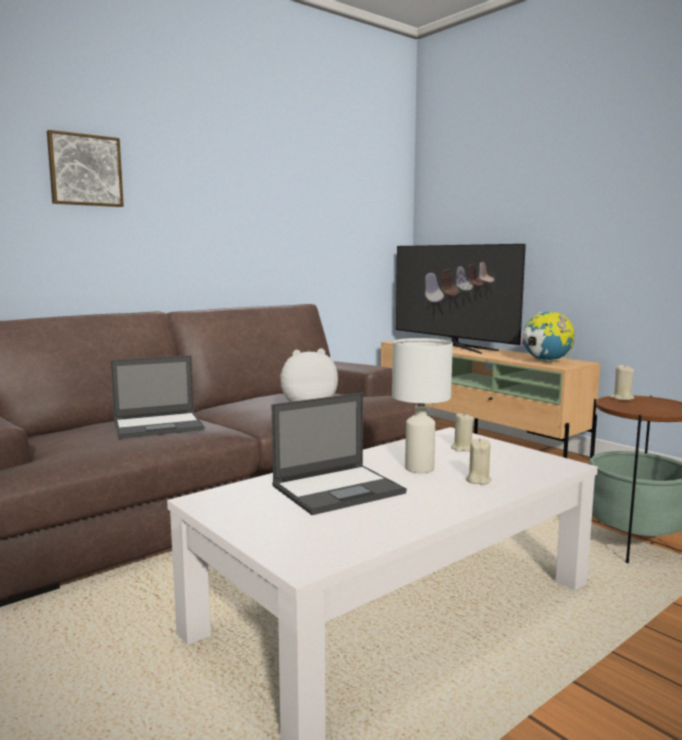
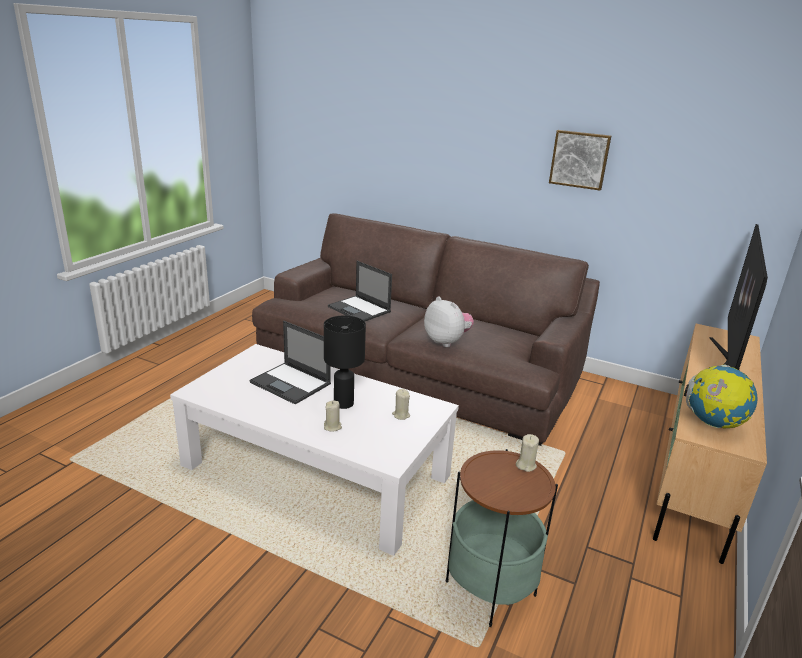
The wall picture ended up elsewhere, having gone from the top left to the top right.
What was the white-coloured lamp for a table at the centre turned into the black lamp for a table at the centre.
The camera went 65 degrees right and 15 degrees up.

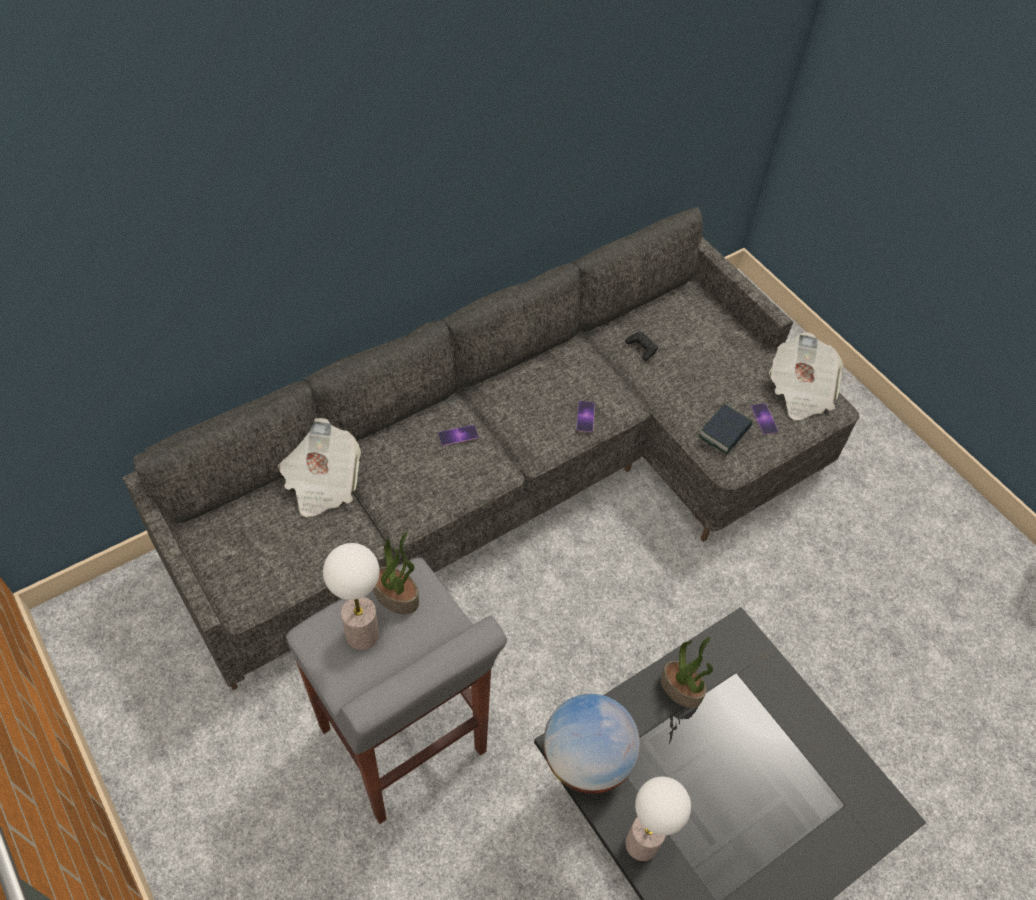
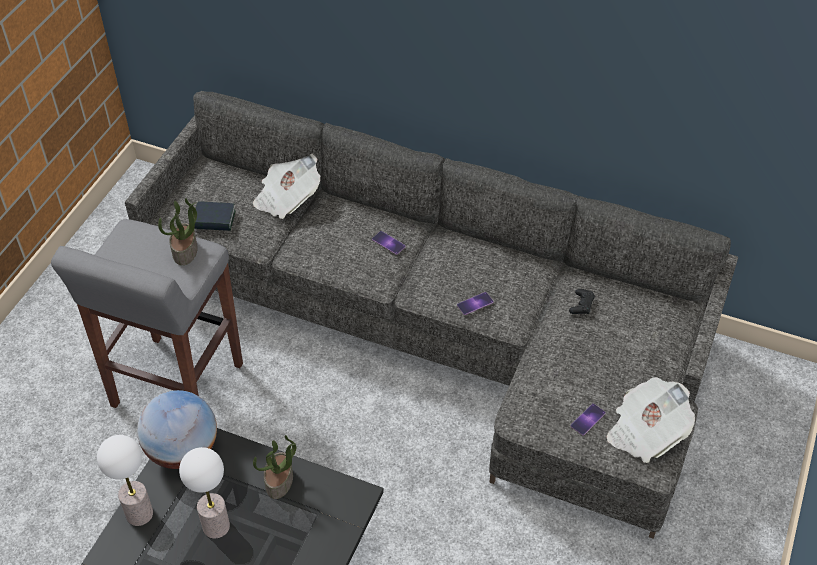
The lamp for a table (1st from left in the first image) ended up elsewhere, having gone from the centre to the bottom left.
The volume ended up elsewhere, having gone from the middle right to the middle left.
The camera went 60 degrees right and 5 degrees down.

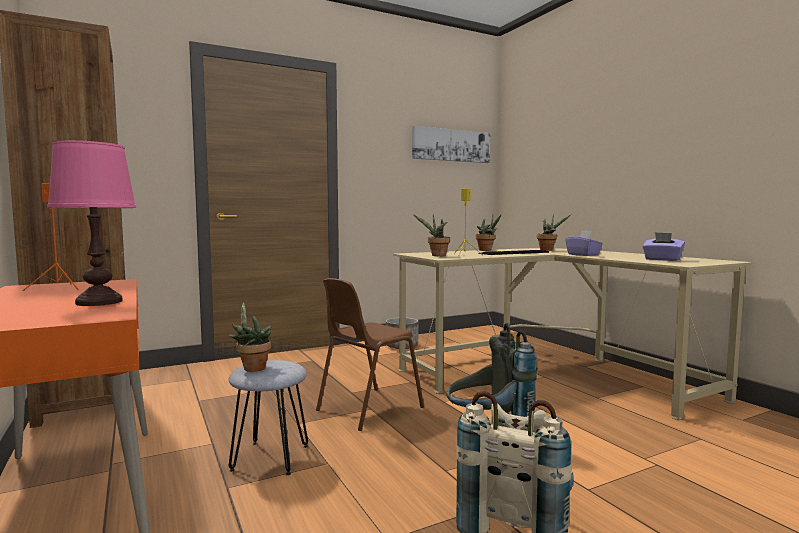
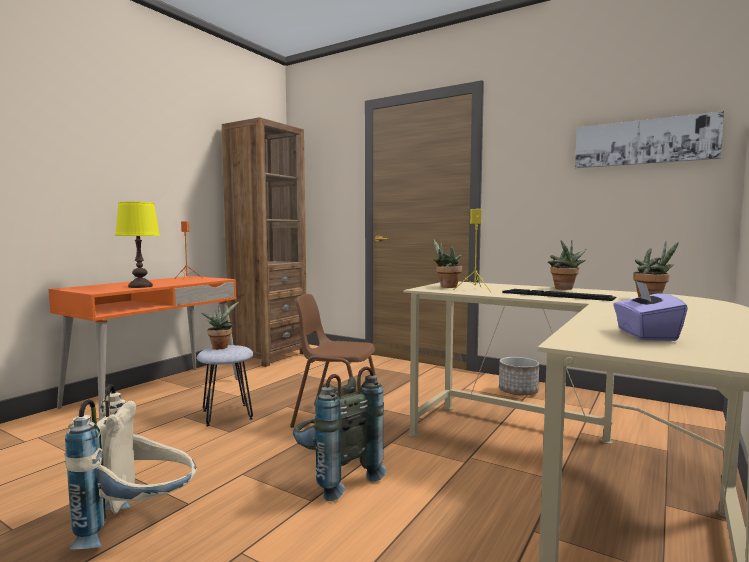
What was the pinkish lamp for a table at the middle left turned into the yellow lamp for a table at the middle left.
The second view lost the purple tissue box (1st from left) at the middle right.
The camera went 60 degrees right and 0 degrees up.

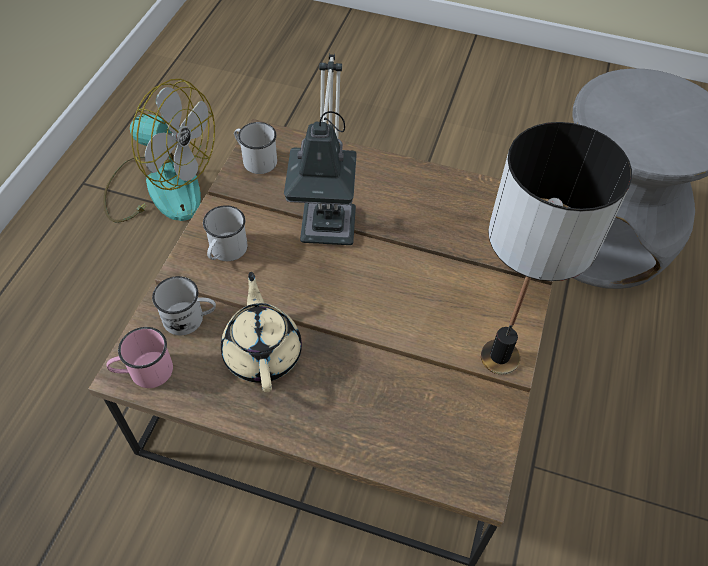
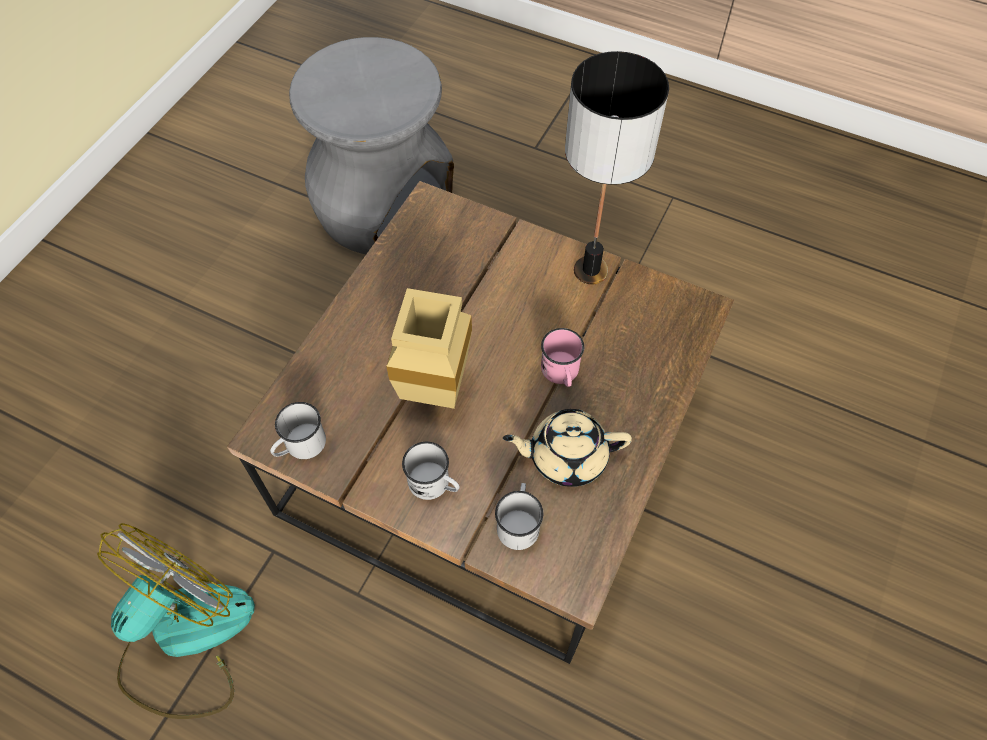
The pinkish tea mug ended up elsewhere, having gone from the middle left to the centre.
Where the lamp for a table (1st from left) stood at the top centre, the sand-coloured decorative vase came to stand at the centre.
The camera went 80 degrees left and 5 degrees up.

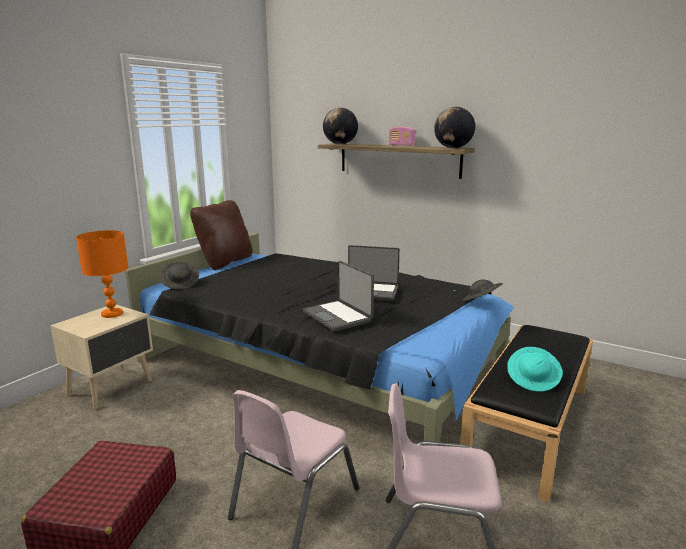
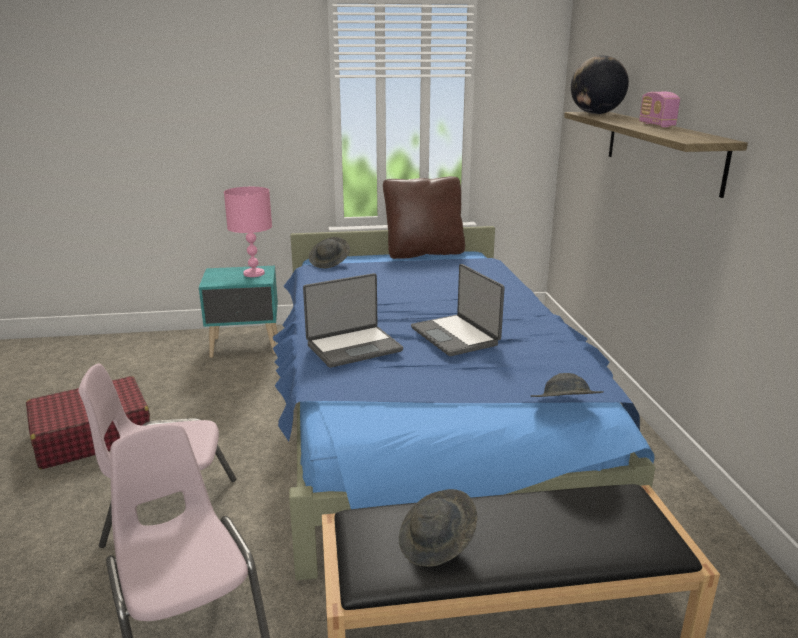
What was the sand-coloured nightstand at the middle left turned into the blue-green nightstand at the middle left.
What was the orange lamp for a table at the middle left turned into the pinkish lamp for a table at the middle left.
What was the black sleeping bed at the centre turned into the blue sleeping bed at the centre.
The notebook computer (1st from left) at the centre ended up facing another way, 135 degrees counterclockwise from before.
The second view lost the desk globe (2nd from left) at the top centre.
What was the blue-green clothing hat at the bottom right turned into the gray clothing hat (2nd from left) at the bottom centre.
The camera went 50 degrees right and 5 degrees up.

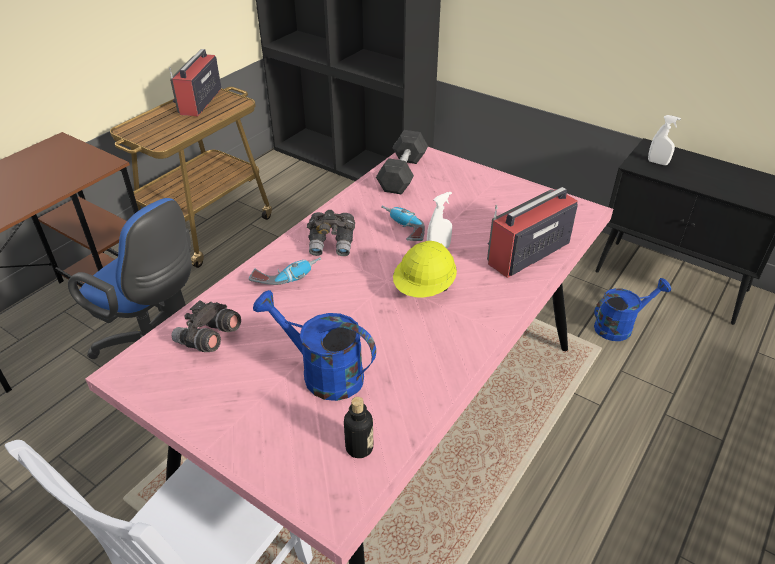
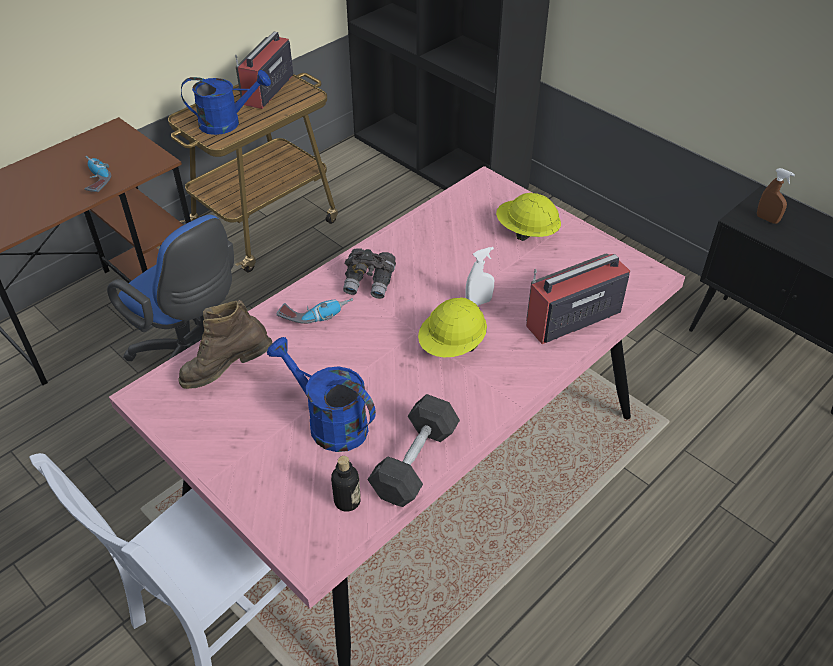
Where the gray pair of binoculars (1st from left) stood at the middle left, the brownish boot came to stand at the middle left.
The gray dumbbell ended up elsewhere, having gone from the top centre to the bottom centre.
The power drill (2nd from left in the first image) ended up elsewhere, having gone from the centre to the top left.
The blue watering can (2nd from left in the first image) ended up elsewhere, having gone from the middle right to the top left.
What was the white-coloured hand sprayer (2nd from left) at the top right turned into the brownish hand sprayer at the top right.
The second view gained the yellow work helmet (2nd from left) at the top centre.
The camera went 10 degrees right and 5 degrees up.

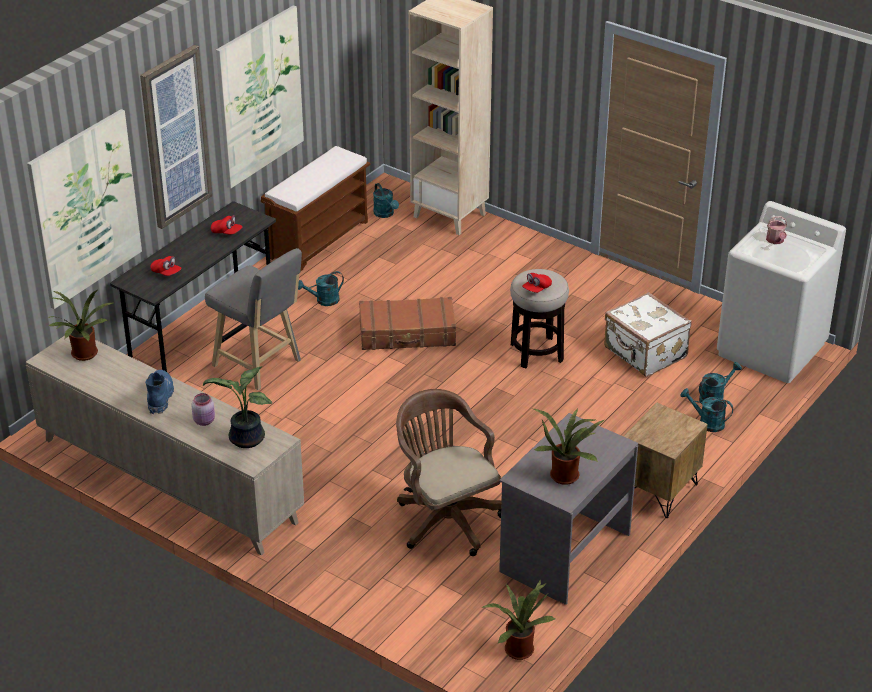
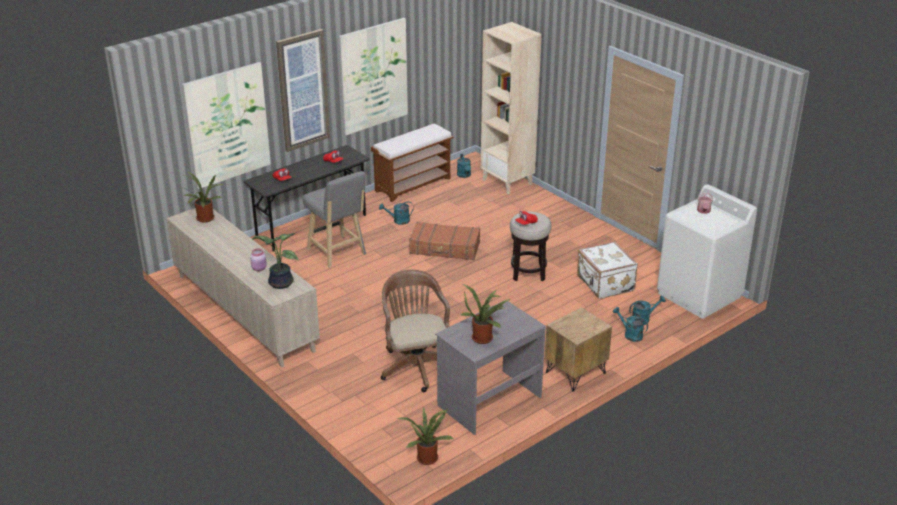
The second view lost the blue boot at the middle left.
The camera went 15 degrees right and 5 degrees down.

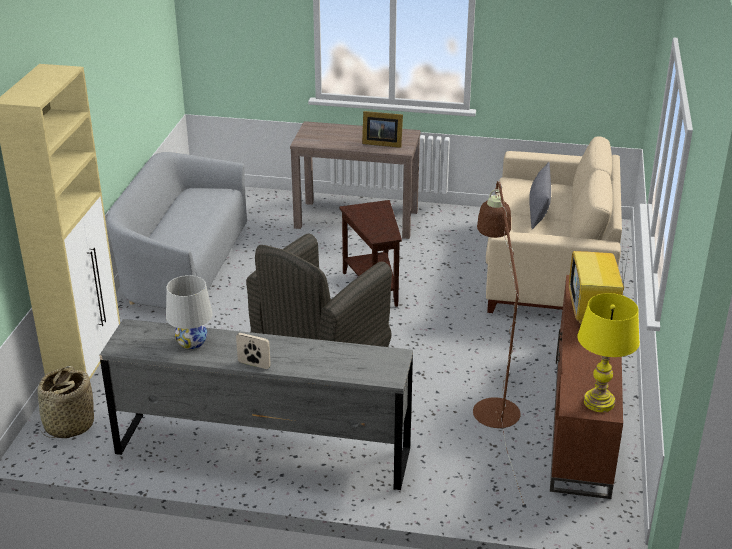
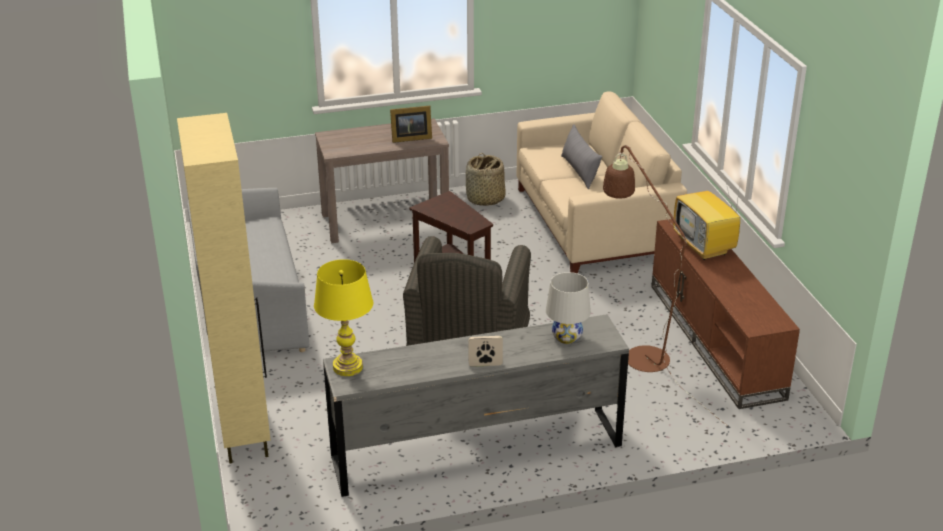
The household basket ended up elsewhere, having gone from the bottom left to the centre.
The white-coloured lamp for a table ended up elsewhere, having gone from the middle left to the centre.
The yellow lamp for a table ended up elsewhere, having gone from the middle right to the centre.
The camera went 25 degrees left and 0 degrees up.

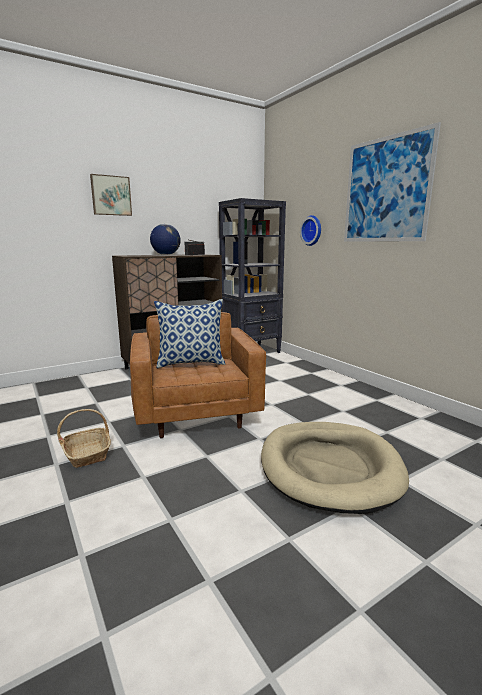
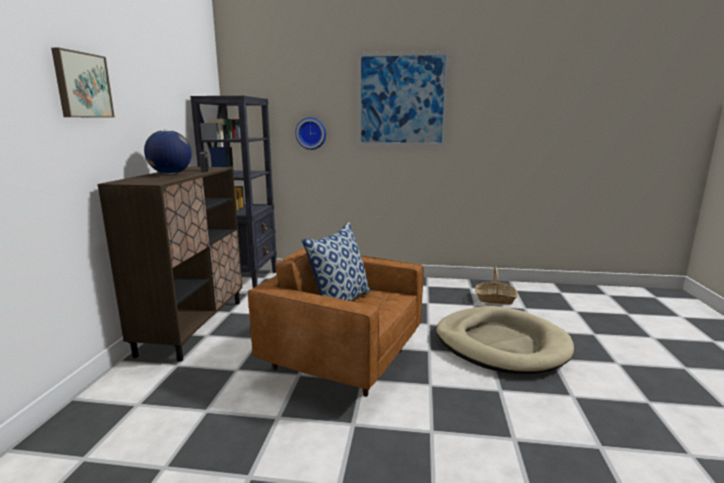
The household basket ended up elsewhere, having gone from the middle left to the middle right.
The camera went 50 degrees left and 0 degrees up.

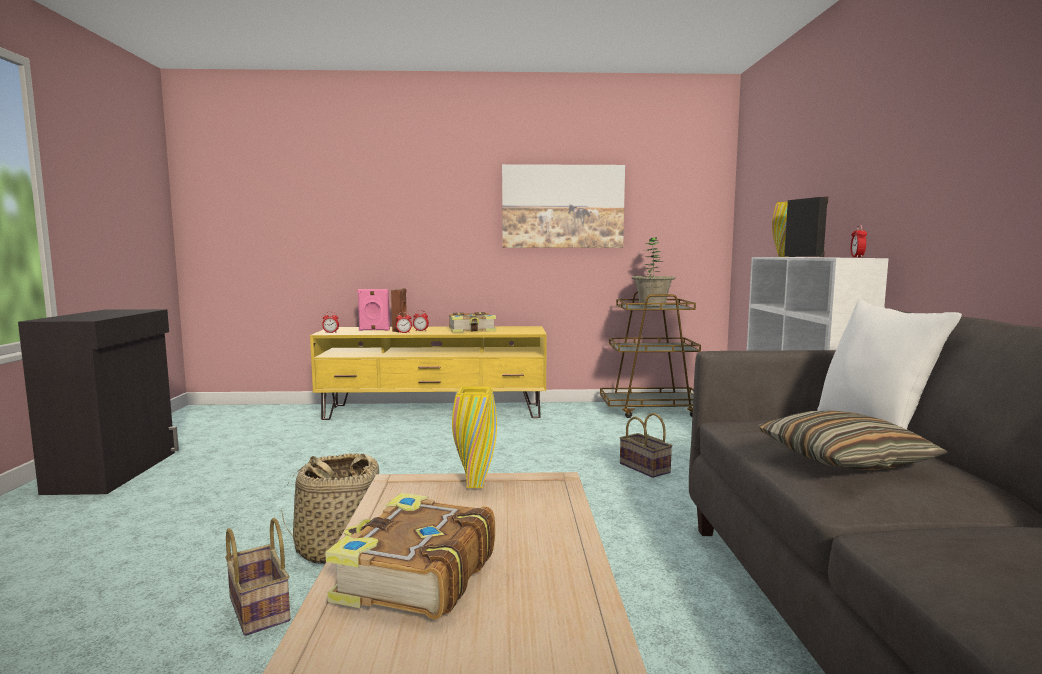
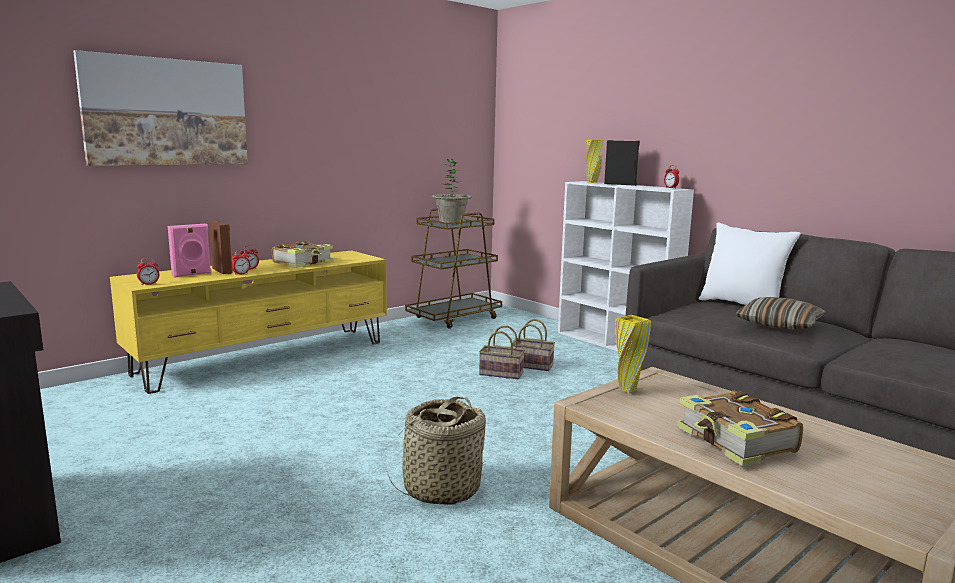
The household basket (1st from left in the first image) ended up elsewhere, having gone from the bottom left to the centre.
The wall picture ended up elsewhere, having gone from the top centre to the top left.
The camera went 40 degrees left and 5 degrees up.

